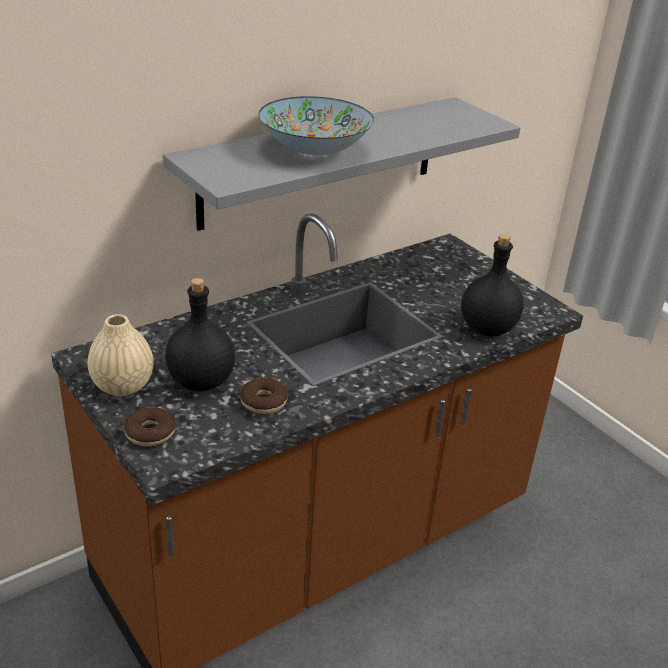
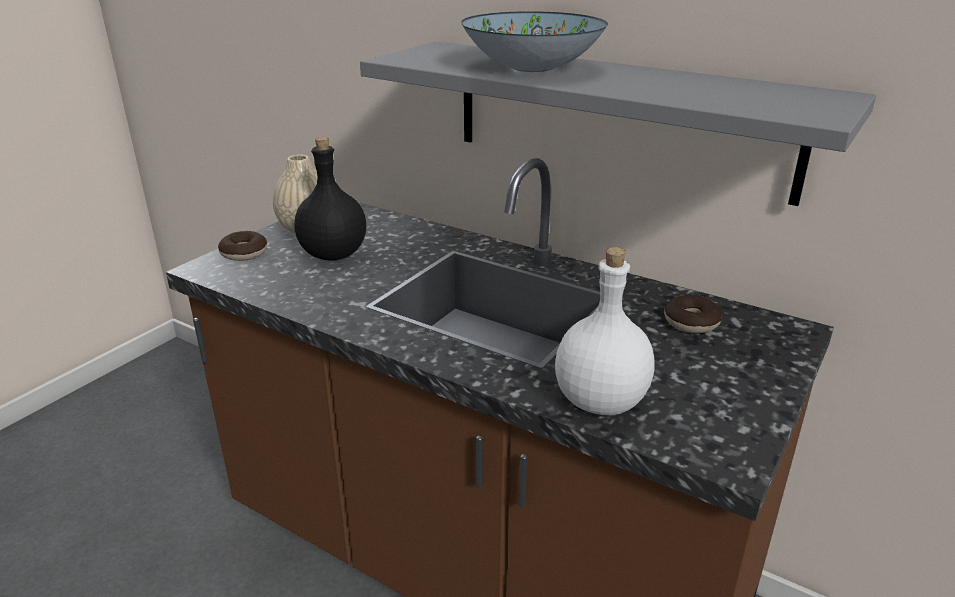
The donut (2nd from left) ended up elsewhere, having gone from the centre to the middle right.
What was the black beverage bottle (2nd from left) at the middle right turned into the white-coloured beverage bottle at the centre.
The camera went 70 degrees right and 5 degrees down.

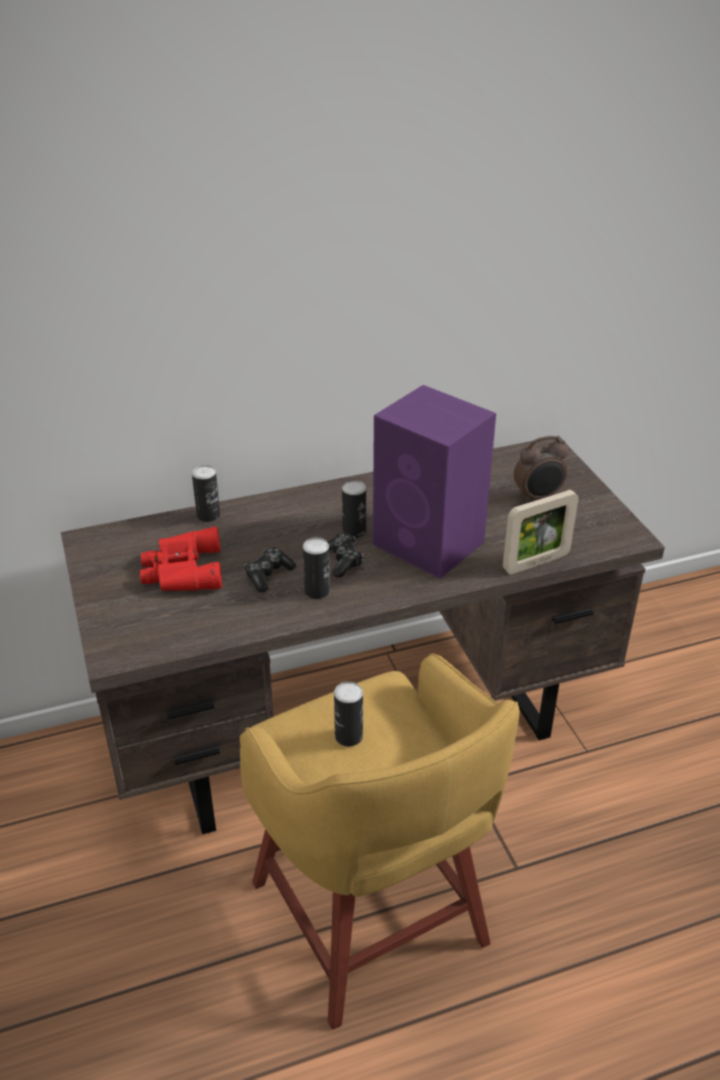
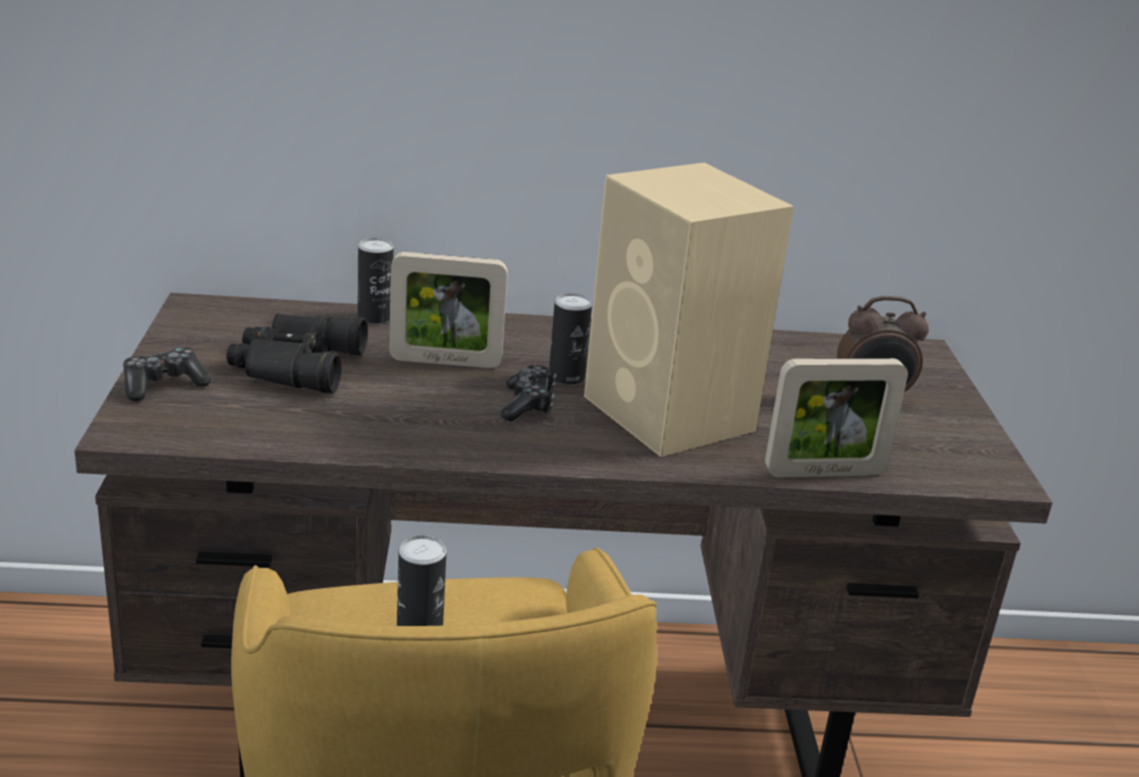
What was the red pair of binoculars at the middle left turned into the black pair of binoculars at the middle left.
The gamepad (1st from left) ended up elsewhere, having gone from the centre to the middle left.
The second view lost the sealed can (2nd from left) at the centre.
What was the purple audio speaker at the centre turned into the sand-coloured audio speaker at the centre.
The second view gained the picture frame (1st from left) at the centre.
The camera went 15 degrees right and 10 degrees down.

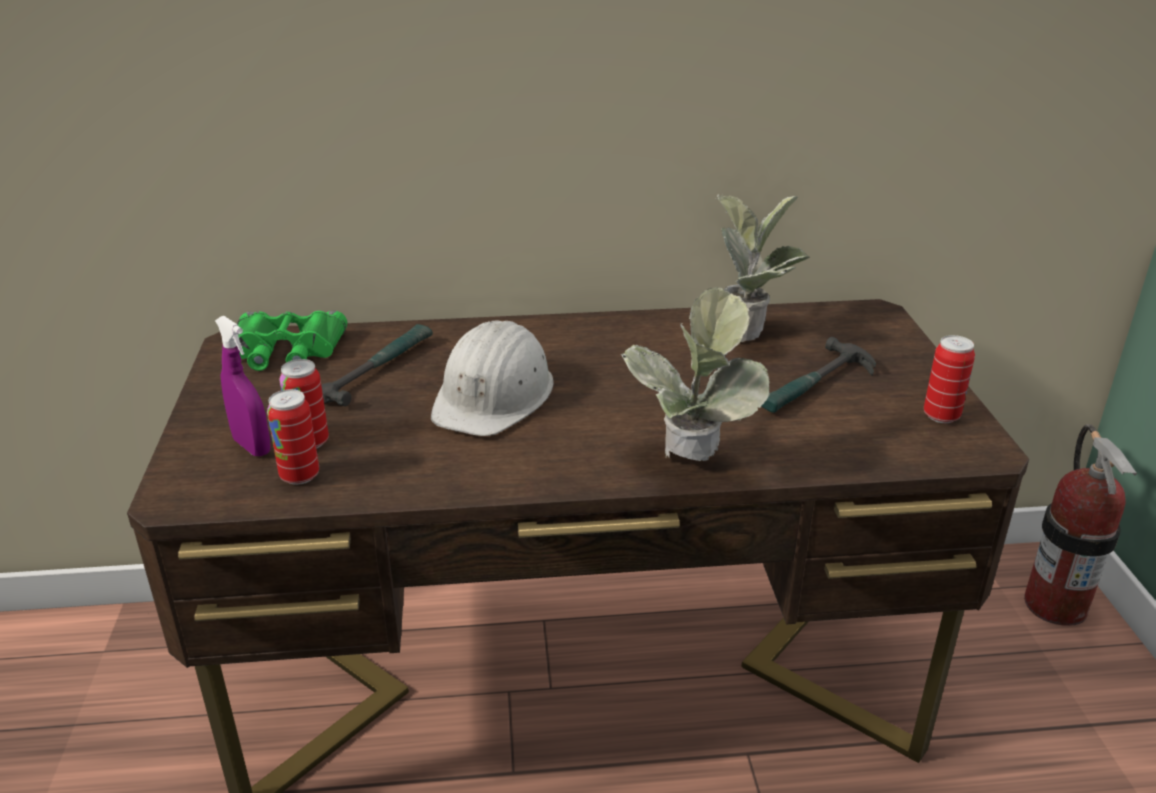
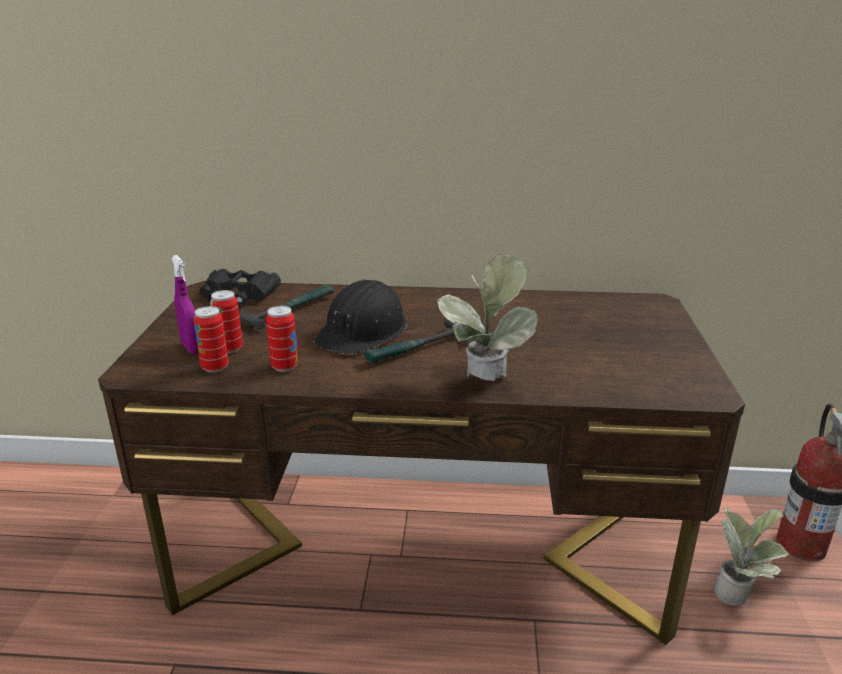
What was the greenish pair of binoculars at the middle left turned into the black pair of binoculars at the middle left.
What was the white-coloured work helmet at the centre turned into the black work helmet at the centre.
The houseplant (2nd from left) ended up elsewhere, having gone from the centre to the bottom right.
The hand hammer (2nd from left) ended up elsewhere, having gone from the middle right to the centre.
The sealed can (3rd from left) ended up elsewhere, having gone from the middle right to the centre.
The camera went 10 degrees right and 5 degrees down.

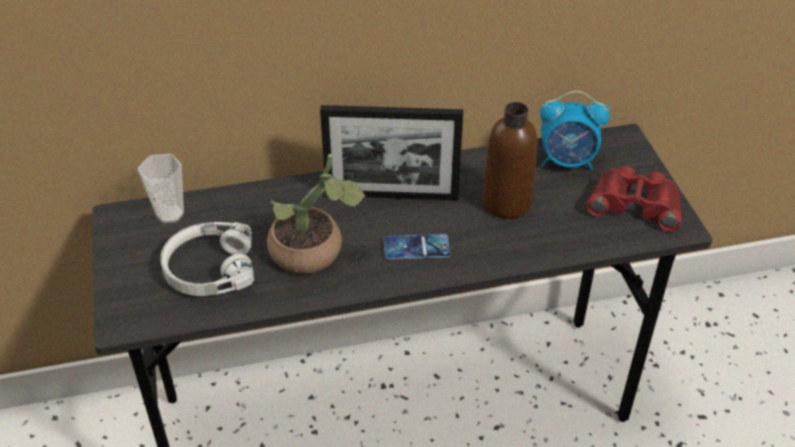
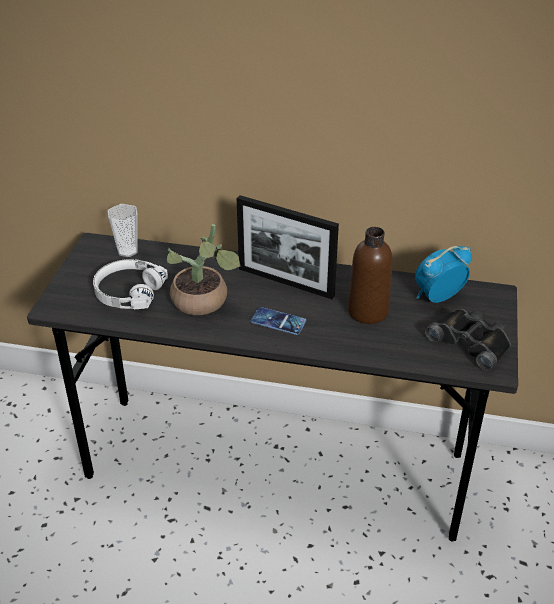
The bedside clock at the top right ended up facing another way, 120 degrees clockwise from before.
What was the red pair of binoculars at the middle right turned into the black pair of binoculars at the middle right.
The camera went 25 degrees right and 5 degrees down.

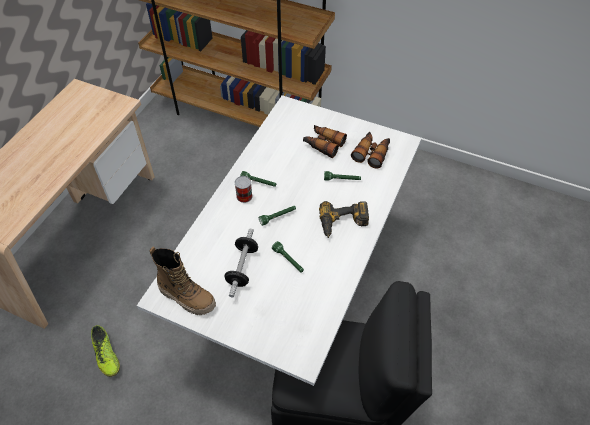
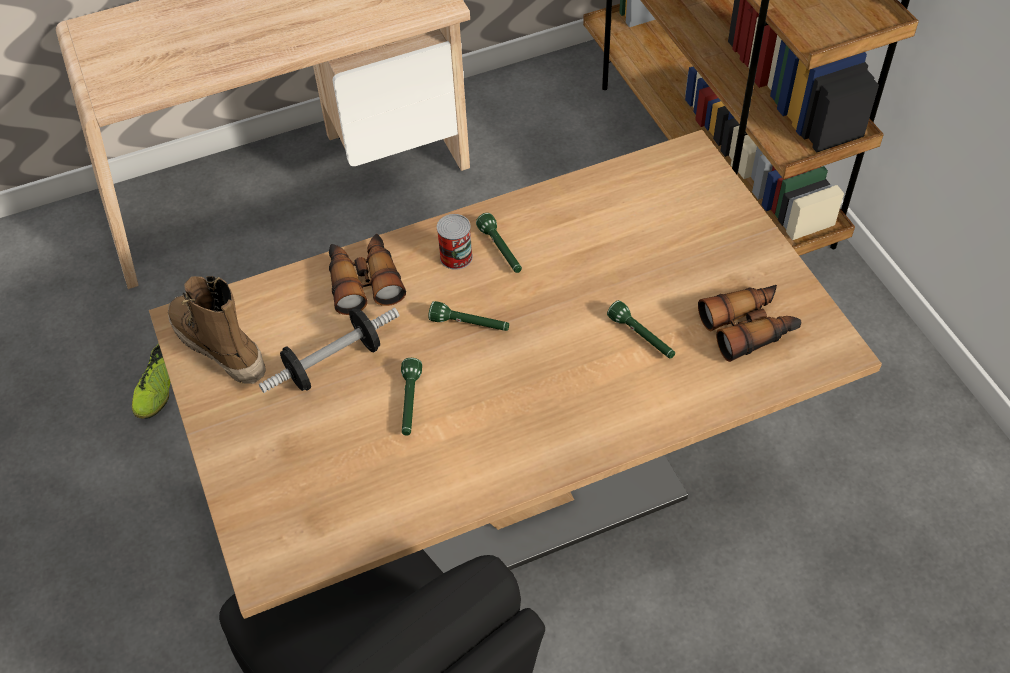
What was the white-coloured kitchen table at the centre turned into the brownish kitchen table at the centre.
The boot at the middle left ended up facing another way, 150 degrees clockwise from before.
The pair of binoculars (1st from left) ended up elsewhere, having gone from the top centre to the centre.
The second view lost the power drill at the centre.
The camera went 45 degrees right and 0 degrees up.

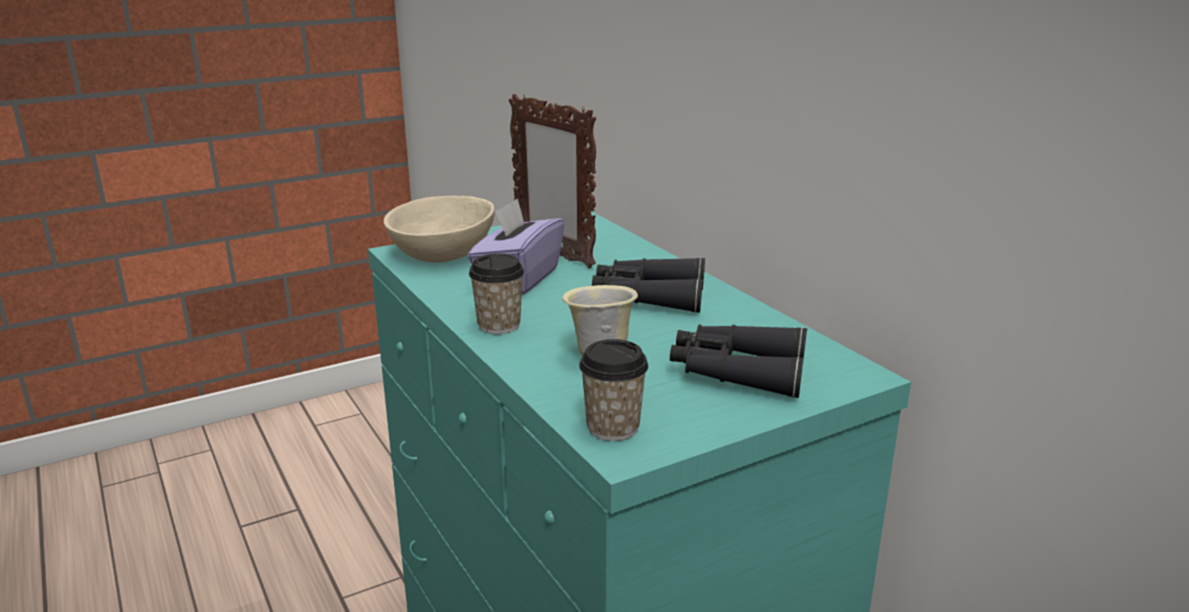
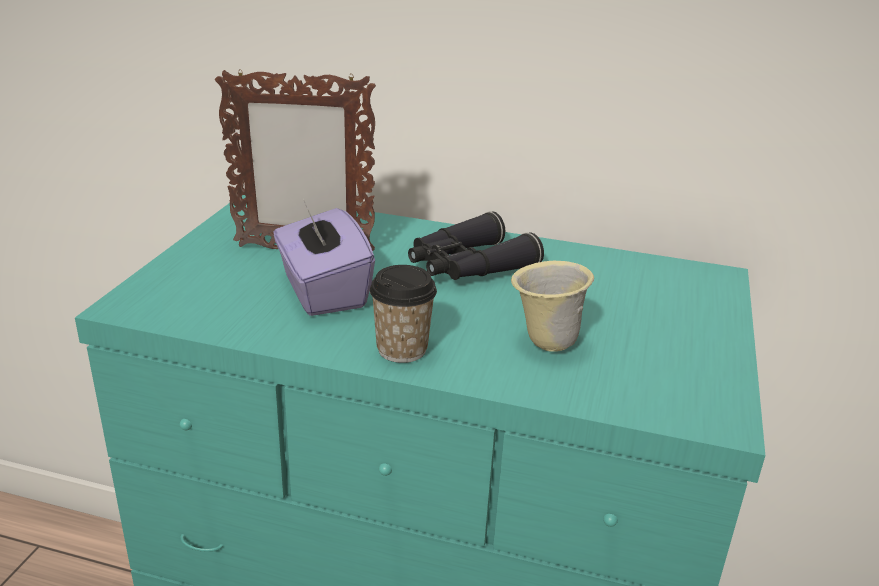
The second view lost the sand-coloured serving bowl at the centre.
The second view lost the small cup (2nd from left) at the centre.
The second view lost the black pair of binoculars (2nd from left) at the centre.
The camera went 45 degrees left and 5 degrees up.

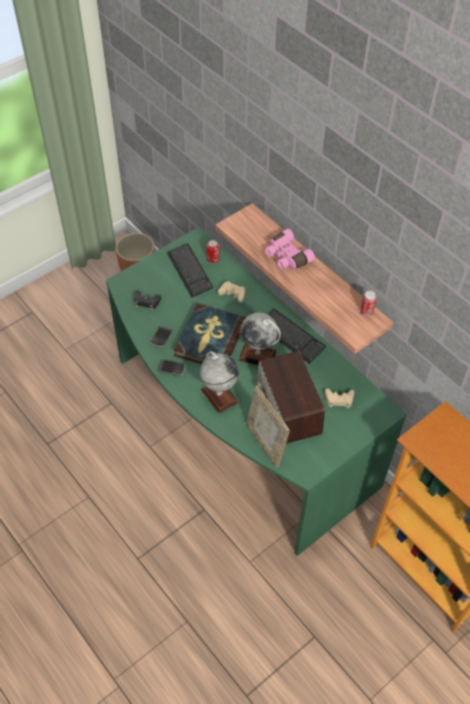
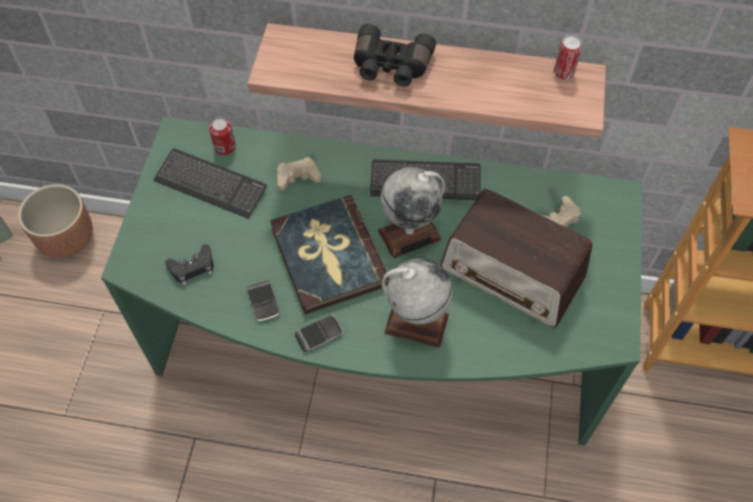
The second view lost the picture frame at the centre.
What was the pinkish pair of binoculars at the centre turned into the black pair of binoculars at the top centre.
The camera went 40 degrees left and 5 degrees up.

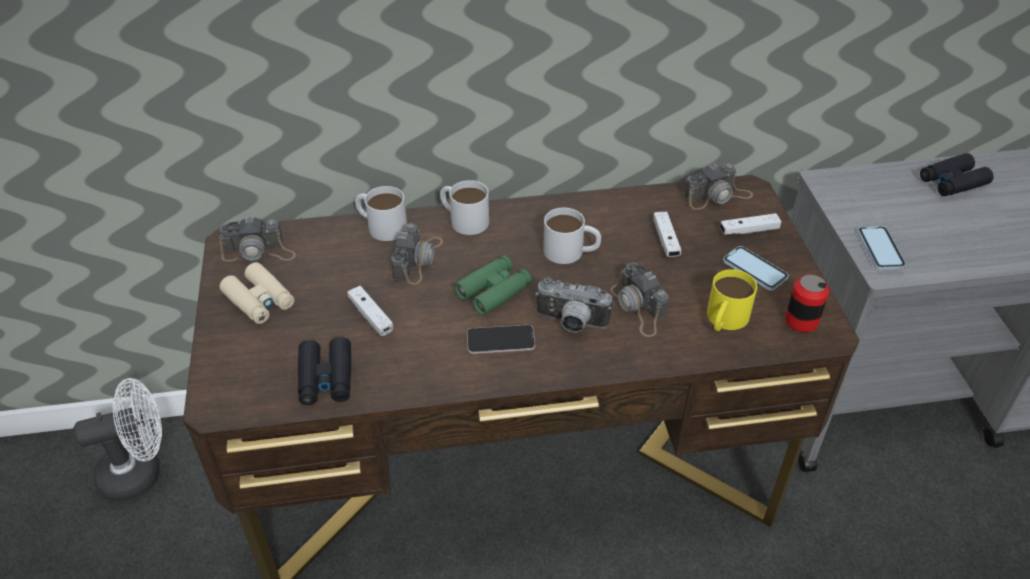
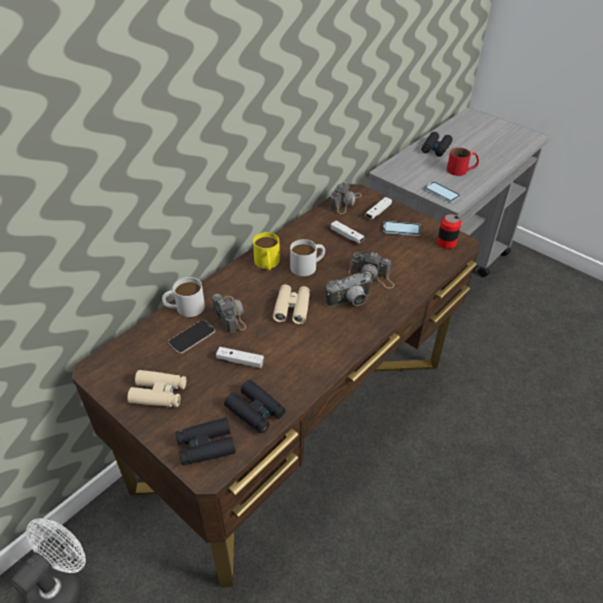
The second view lost the photo camera (1st from left) at the middle left.
The second view lost the white-coloured tea mug (2nd from left) at the centre.
What was the greenish pair of binoculars at the centre turned into the sand-coloured pair of binoculars (2nd from left) at the centre.
The telephone (1st from left) ended up elsewhere, having gone from the centre to the middle left.
The yellow tea mug ended up elsewhere, having gone from the middle right to the centre.
The second view gained the black pair of binoculars (1st from left) at the bottom centre.
The second view gained the red tea mug at the top right.
The camera went 40 degrees left and 0 degrees up.

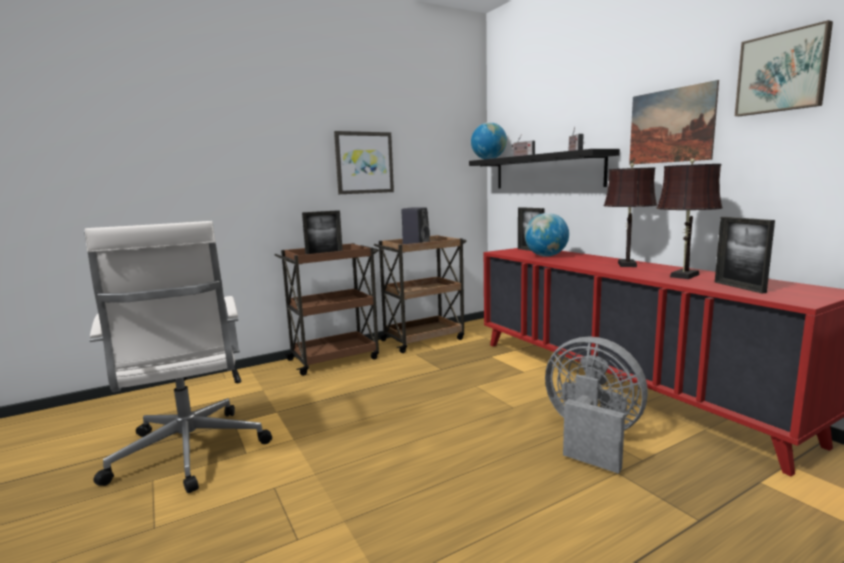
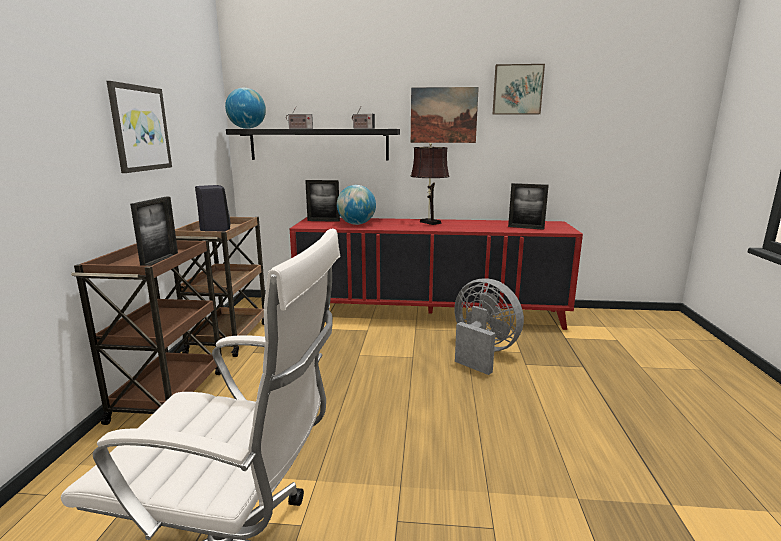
The gray fan at the bottom right ended up facing another way, 60 degrees clockwise from before.
The second view lost the brownish lamp for a table (2nd from left) at the middle right.
The camera went 55 degrees left and 5 degrees up.

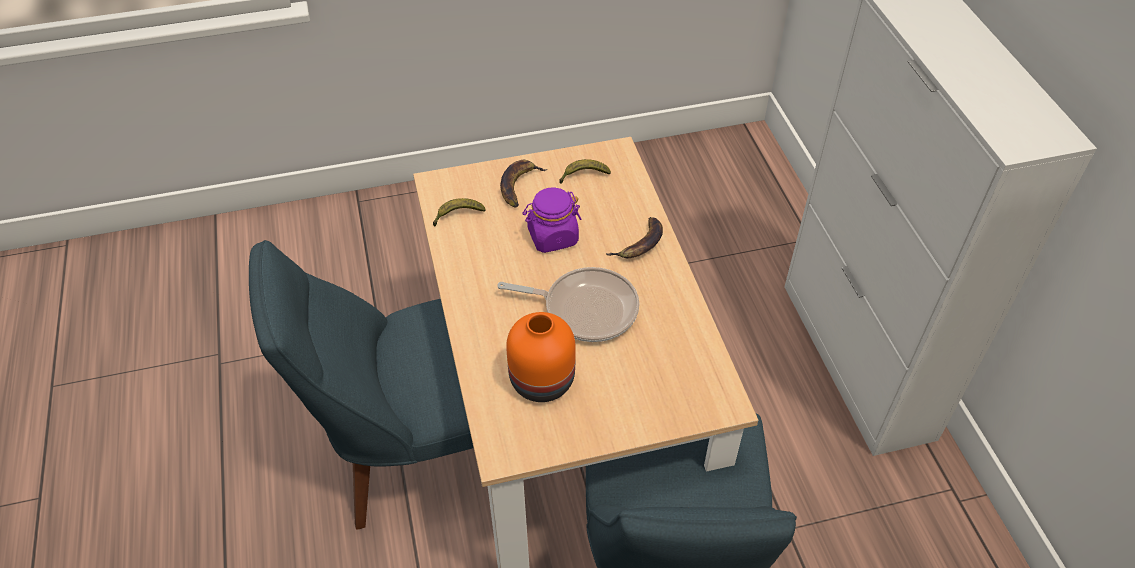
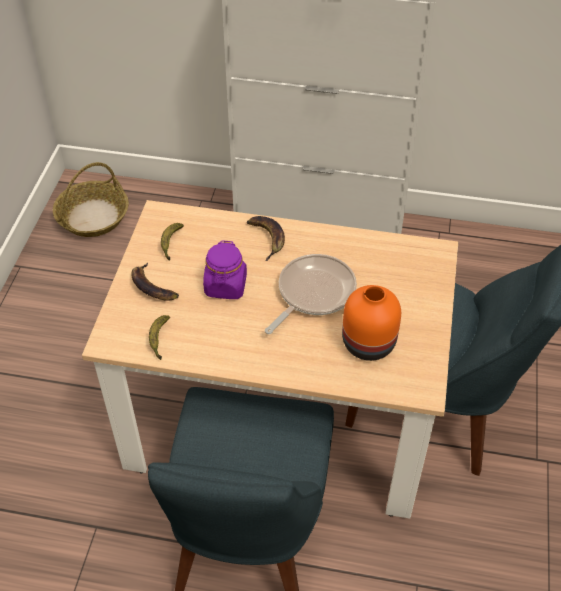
The second view gained the household basket at the middle left.
The camera went 65 degrees left and 0 degrees up.

